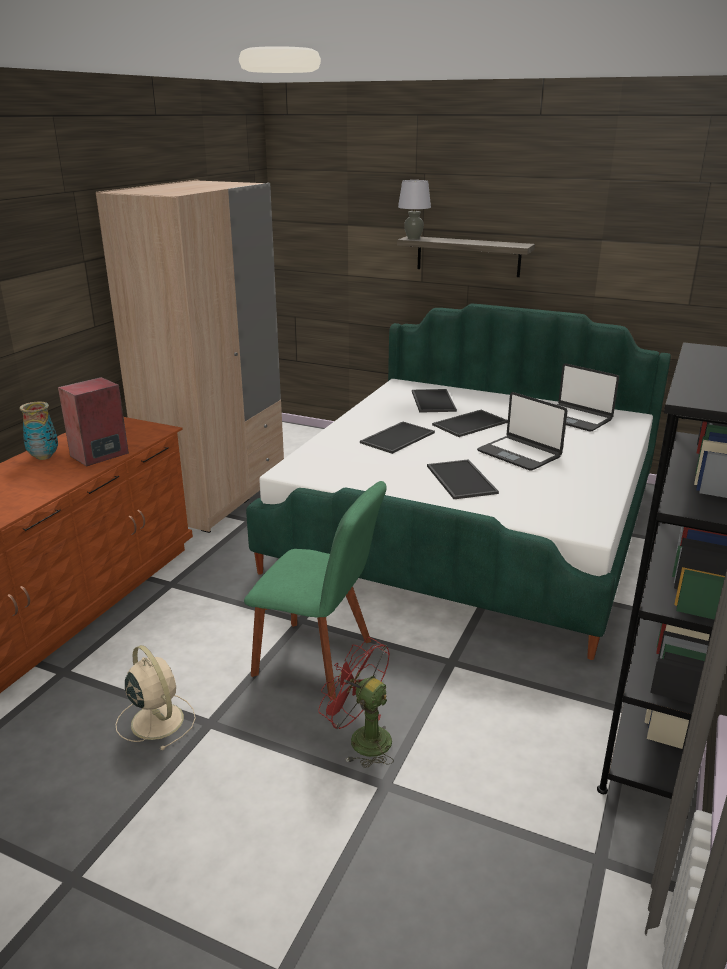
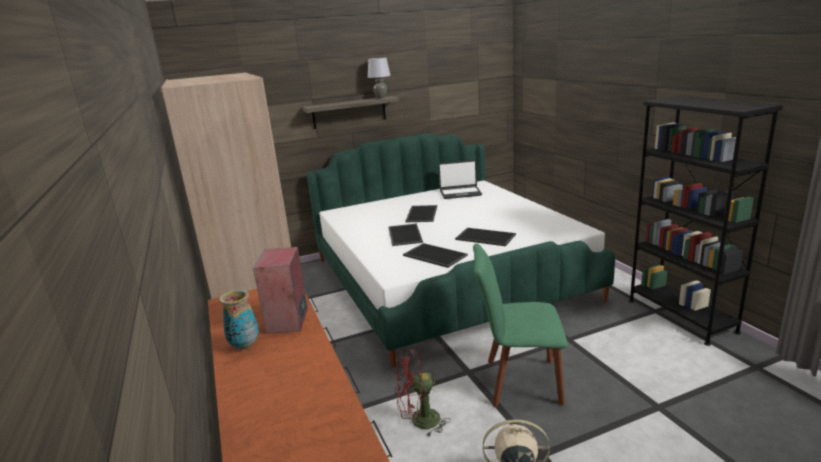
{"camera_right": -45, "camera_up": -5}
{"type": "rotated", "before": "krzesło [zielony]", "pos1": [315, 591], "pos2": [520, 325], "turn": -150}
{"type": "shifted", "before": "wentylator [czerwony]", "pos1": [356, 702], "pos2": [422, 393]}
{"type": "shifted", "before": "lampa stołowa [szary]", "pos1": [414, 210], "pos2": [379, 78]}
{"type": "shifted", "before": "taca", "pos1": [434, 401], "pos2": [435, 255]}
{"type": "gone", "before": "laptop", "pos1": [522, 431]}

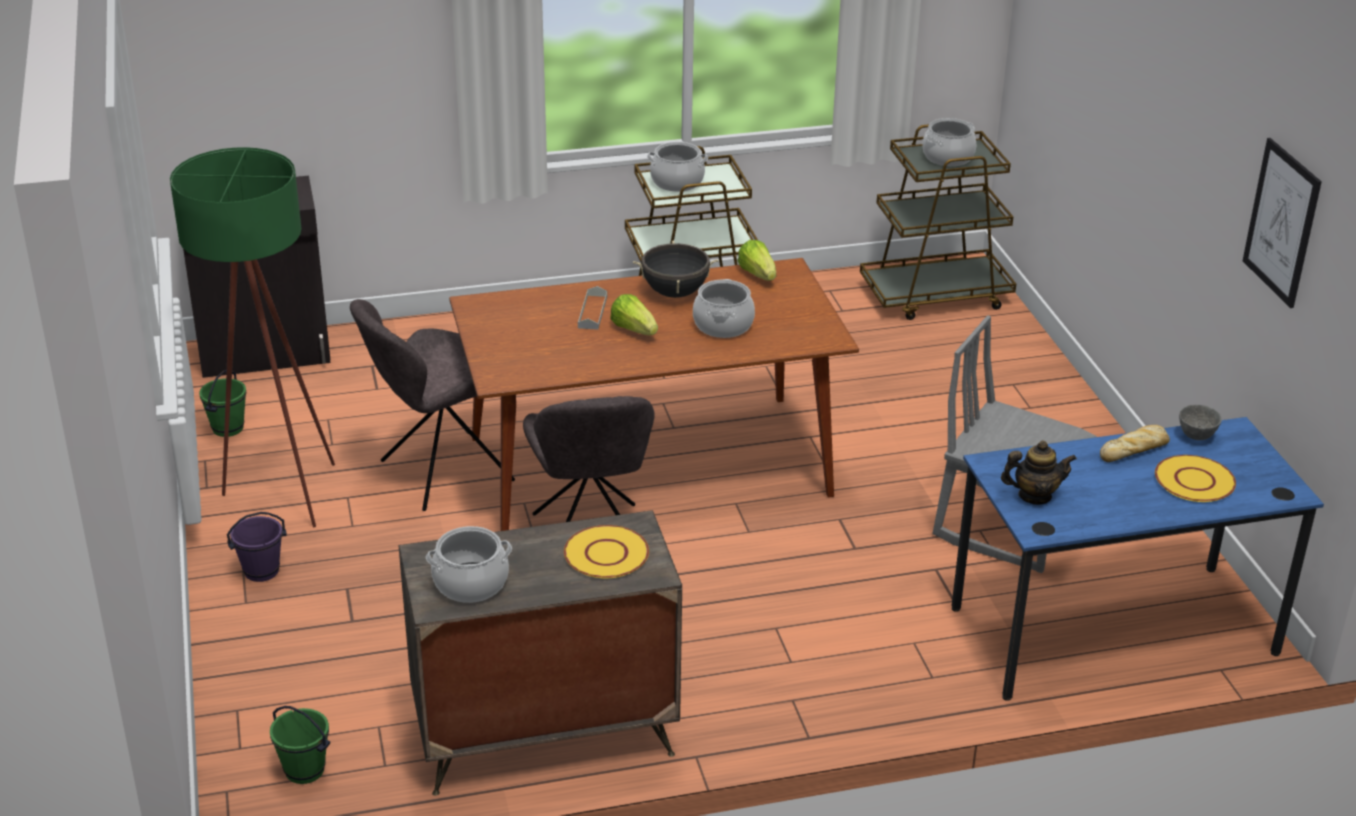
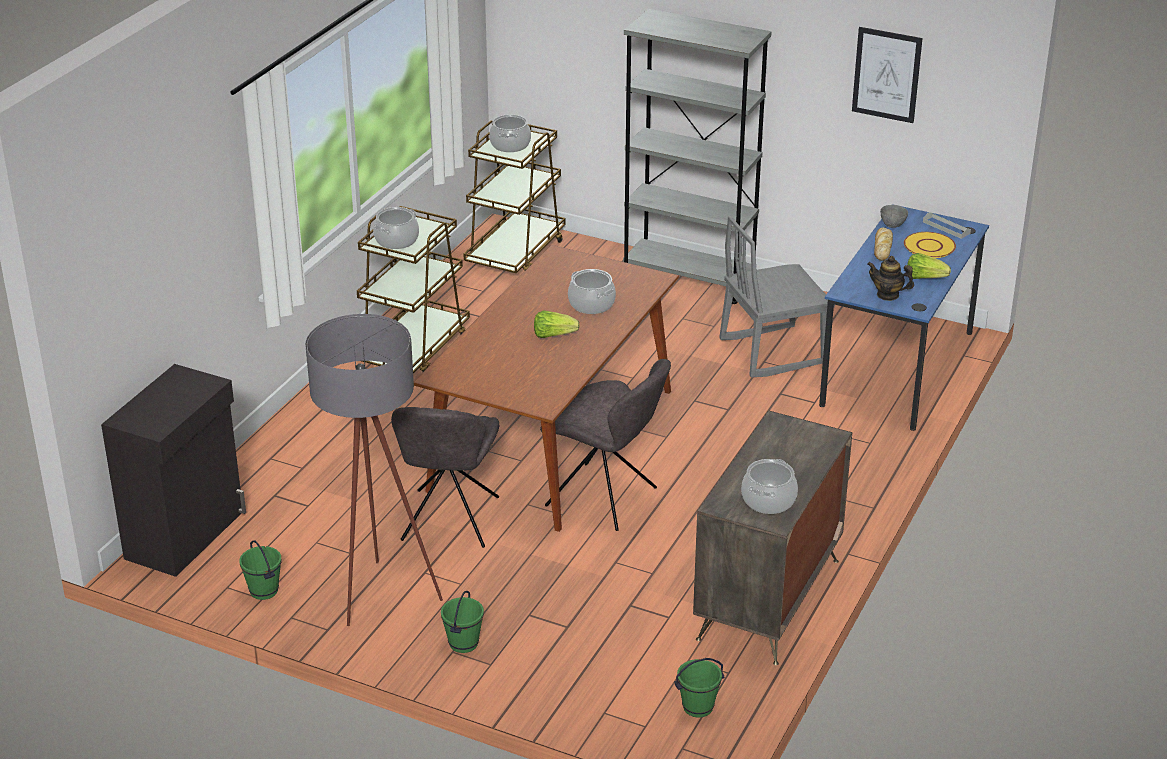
{"camera_right": -50, "camera_up": 0}
{"type": "repainted", "before": "lampa stojąca [zielony]", "after": "lampa stojąca [szary]", "pos1": [252, 337], "pos2": [374, 470]}
{"type": "repainted", "before": "wiadro [fioletowy]", "after": "wiadro [zielony]", "pos1": [257, 547], "pos2": [462, 622]}
{"type": "gone", "before": "talerz [żółty]", "pos1": [606, 551]}
{"type": "shifted", "before": "taca [szary]", "pos1": [592, 308], "pos2": [947, 225]}
{"type": "gone", "before": "garnek [czarny]", "pos1": [675, 269]}
{"type": "shifted", "before": "sałata", "pos1": [757, 260], "pos2": [929, 266]}
{"type": "rotated", "before": "imbryk", "pos1": [1039, 473], "pos2": [890, 278], "turn": -105}
{"type": "new", "after": "regał [szary]", "pos2": [697, 156]}

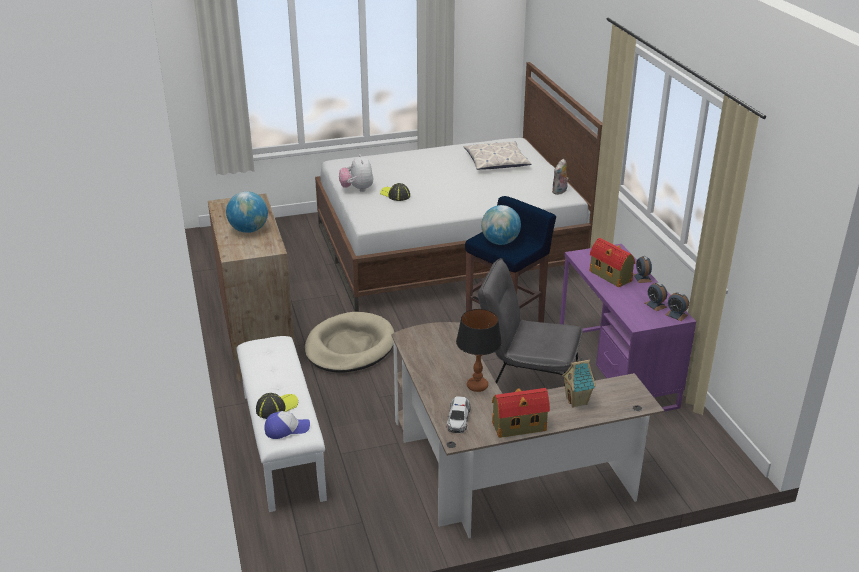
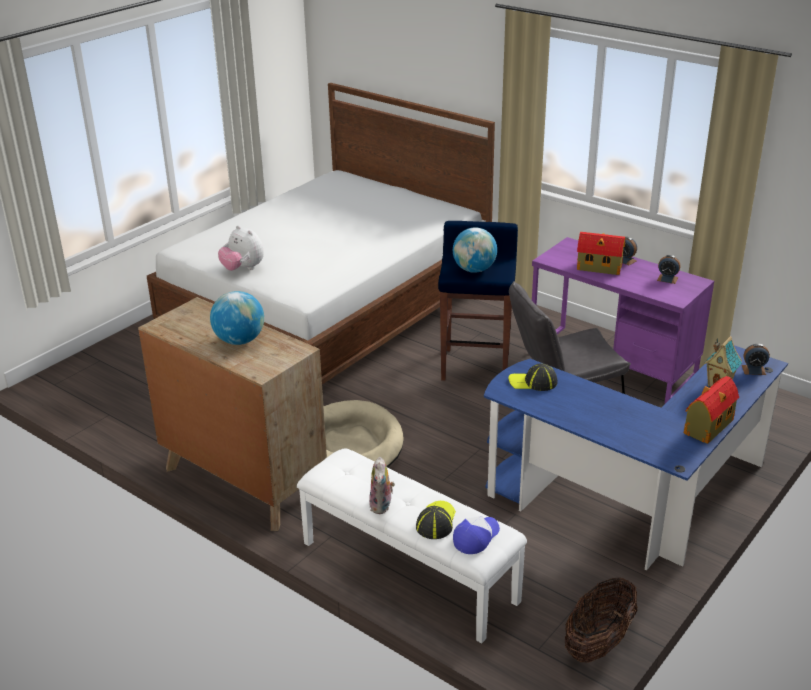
{"camera_right": -35, "camera_up": 0}
{"type": "shifted", "before": "czapka z daszkiem", "pos1": [395, 192], "pos2": [532, 377]}
{"type": "repainted", "before": "biurko [brązowy]", "after": "biurko [niebieski]", "pos1": [527, 430], "pos2": [636, 457]}
{"type": "gone", "before": "samochodzik", "pos1": [459, 414]}
{"type": "gone", "before": "lampa stołowa", "pos1": [479, 350]}
{"type": "gone", "before": "poduszka", "pos1": [497, 155]}
{"type": "shifted", "before": "pluszak", "pos1": [560, 177], "pos2": [382, 485]}
{"type": "shifted", "before": "budzik", "pos1": [677, 306], "pos2": [756, 359]}
{"type": "new", "after": "koszyk", "pos2": [601, 620]}

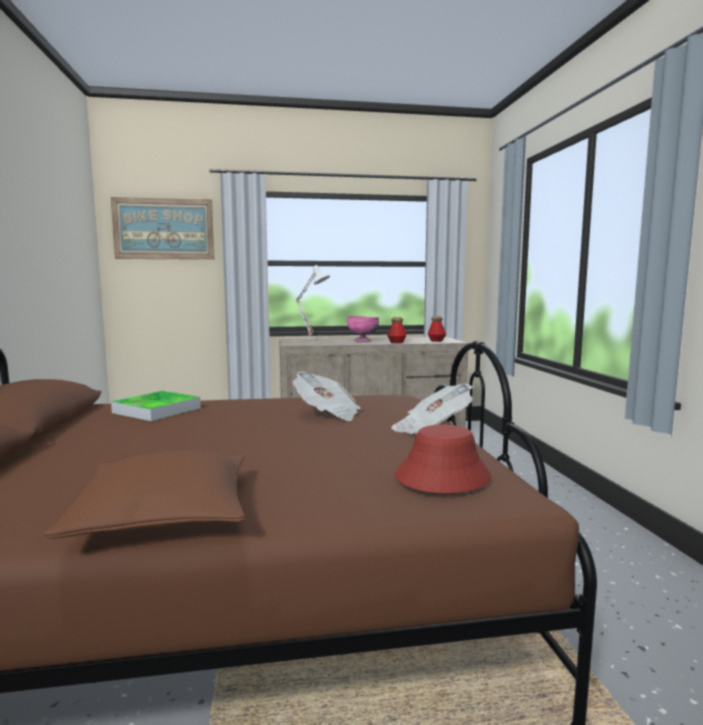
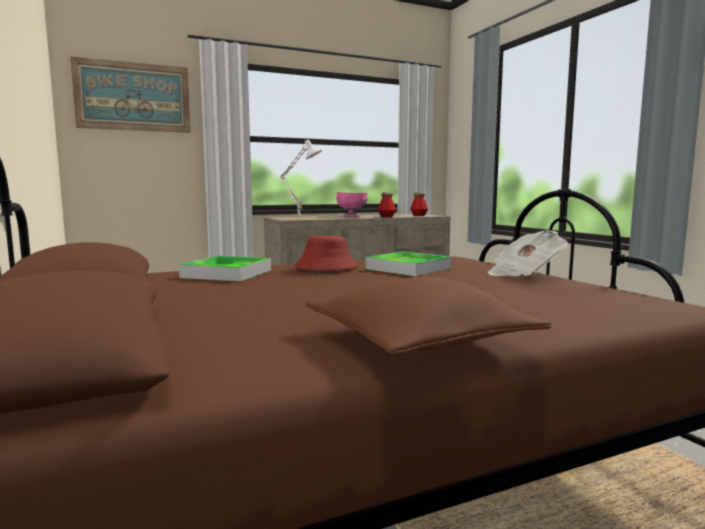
{"camera_right": -15, "camera_up": 0}
{"type": "swapped", "before": "gazeta", "after": "taca", "pos1": [326, 396], "pos2": [408, 263]}
{"type": "shifted", "before": "kapelusz [czerwony]", "pos1": [443, 459], "pos2": [326, 253]}

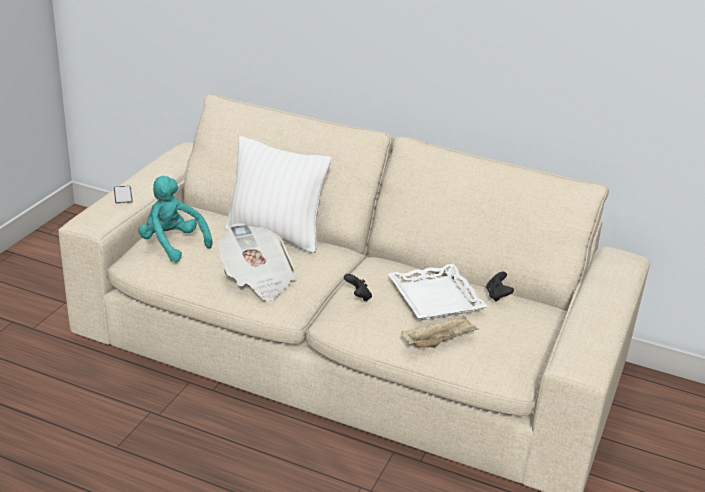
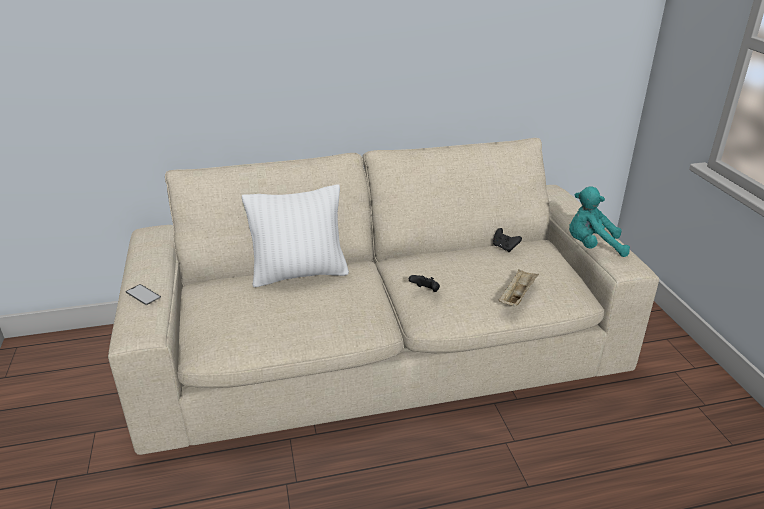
{"camera_right": -35, "camera_up": 0}
{"type": "shifted", "before": "pluszak [turkusowy]", "pos1": [175, 219], "pos2": [599, 221]}
{"type": "gone", "before": "gazeta", "pos1": [257, 262]}
{"type": "gone", "before": "taca [biały]", "pos1": [438, 292]}

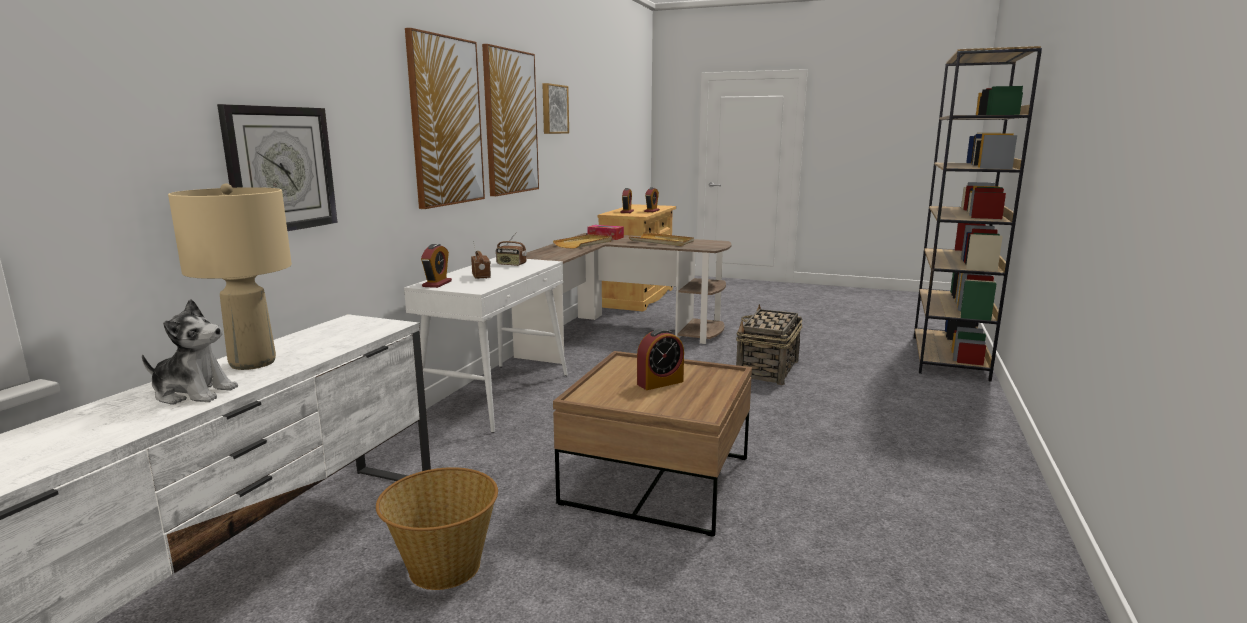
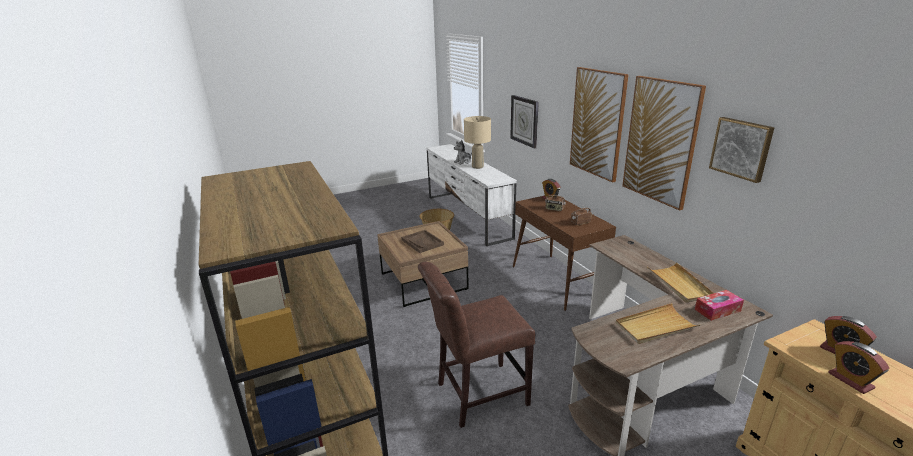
{"camera_right": 135, "camera_up": 10}
{"type": "repainted", "before": "stolik konsolowy [biały]", "after": "stolik konsolowy [brązowy]", "pos1": [486, 345], "pos2": [564, 253]}
{"type": "swapped", "before": "budzik", "after": "taca [brązowy]", "pos1": [660, 359], "pos2": [422, 241]}
{"type": "swapped", "before": "koszyk", "after": "krzesło [brązowy]", "pos1": [769, 344], "pos2": [476, 345]}

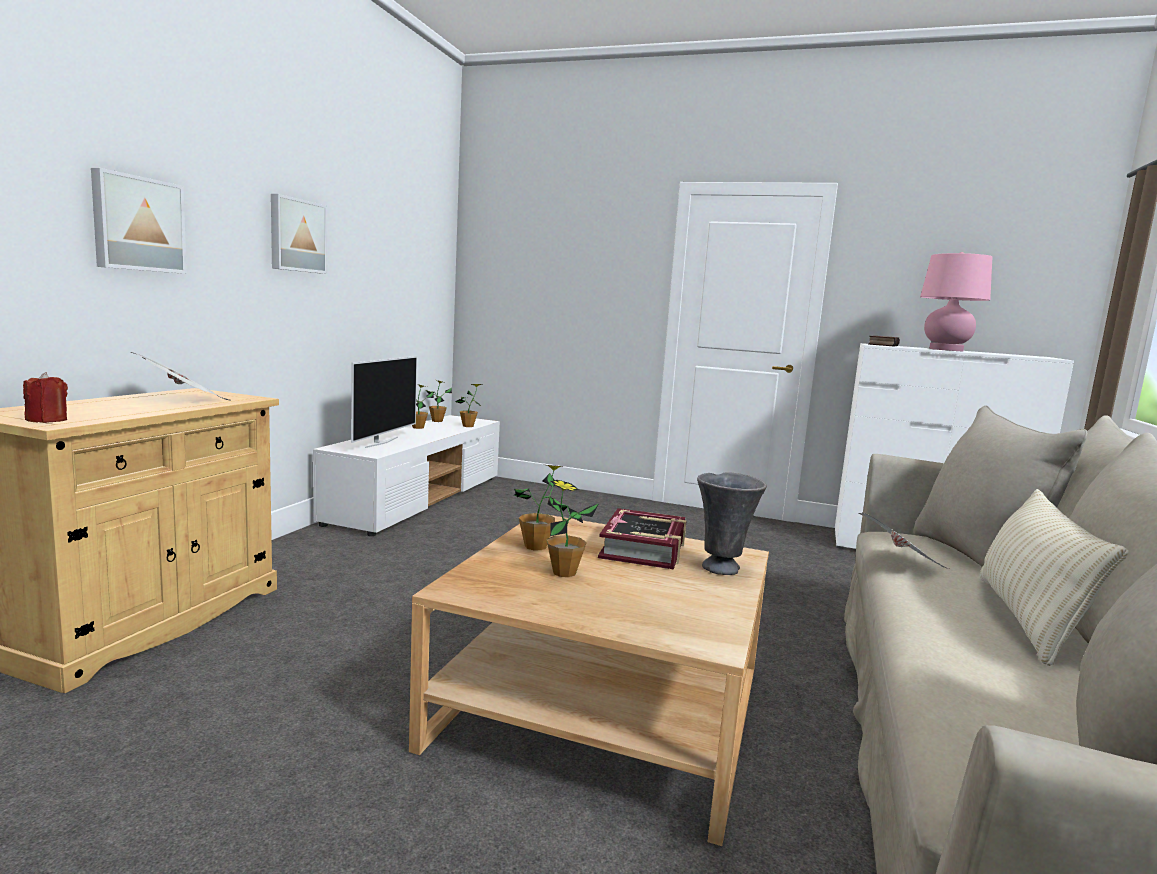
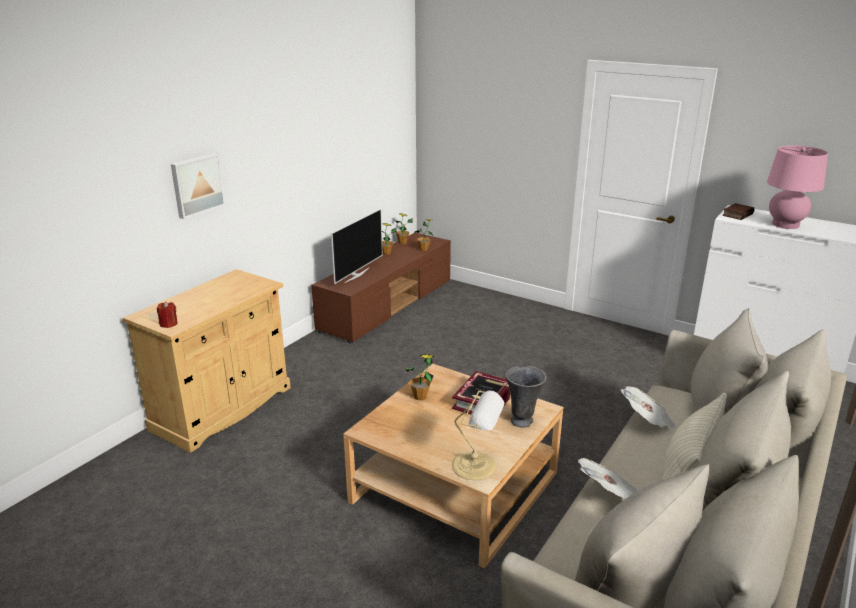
{"camera_right": 15, "camera_up": 15}
{"type": "shifted", "before": "gazeta", "pos1": [181, 376], "pos2": [608, 478]}
{"type": "gone", "before": "obraz", "pos1": [299, 234]}
{"type": "repainted", "before": "szafka pod telewizor [biały]", "after": "szafka pod telewizor [brązowy]", "pos1": [406, 475], "pos2": [381, 288]}
{"type": "gone", "before": "roślina doniczkowa", "pos1": [572, 528]}
{"type": "new", "after": "lampa stołowa", "pos2": [478, 435]}

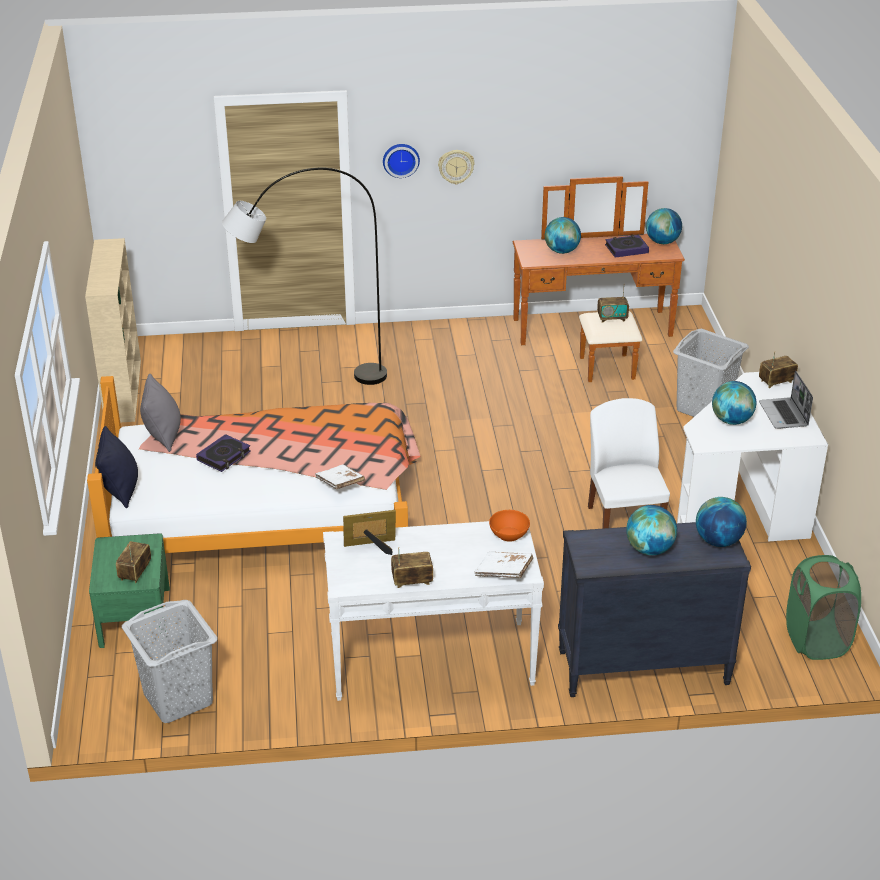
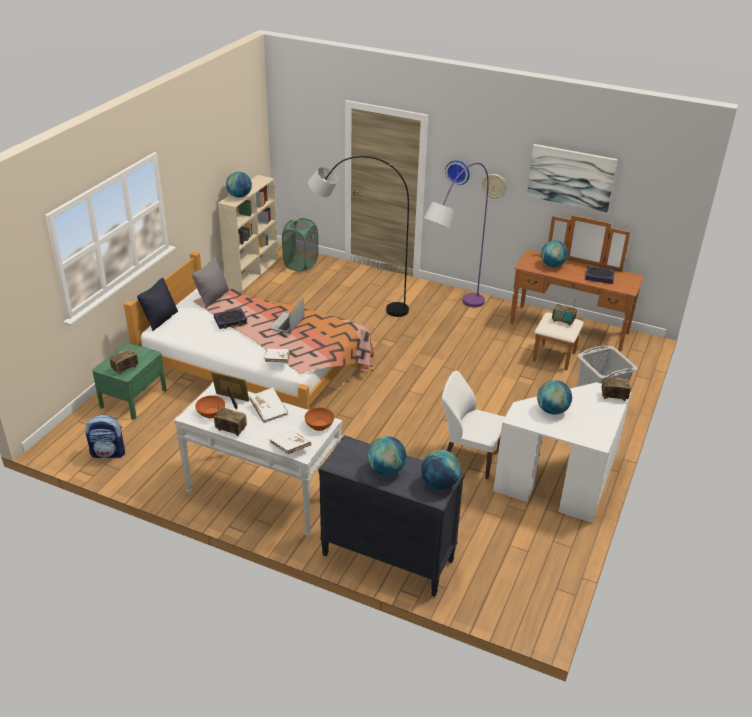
{"camera_right": 30, "camera_up": 0}
{"type": "swapped", "before": "kosz na pranie [szary]", "after": "plecak", "pos1": [169, 661], "pos2": [105, 436]}
{"type": "rotated", "before": "krzesło [biały]", "pos1": [629, 463], "pos2": [473, 425], "turn": -90}
{"type": "shifted", "before": "globus", "pos1": [664, 226], "pos2": [239, 185]}
{"type": "shifted", "before": "laptop", "pos1": [786, 399], "pos2": [286, 316]}
{"type": "shifted", "before": "kosz na pranie [zielony]", "pos1": [823, 607], "pos2": [300, 245]}
{"type": "new", "after": "miska [pomarańczowy]", "pos2": [210, 406]}
{"type": "new", "after": "książka [biały]", "pos2": [268, 405]}
{"type": "new", "after": "lampa stojąca [fioletowy]", "pos2": [456, 235]}
{"type": "new", "after": "obraz", "pos2": [572, 178]}

